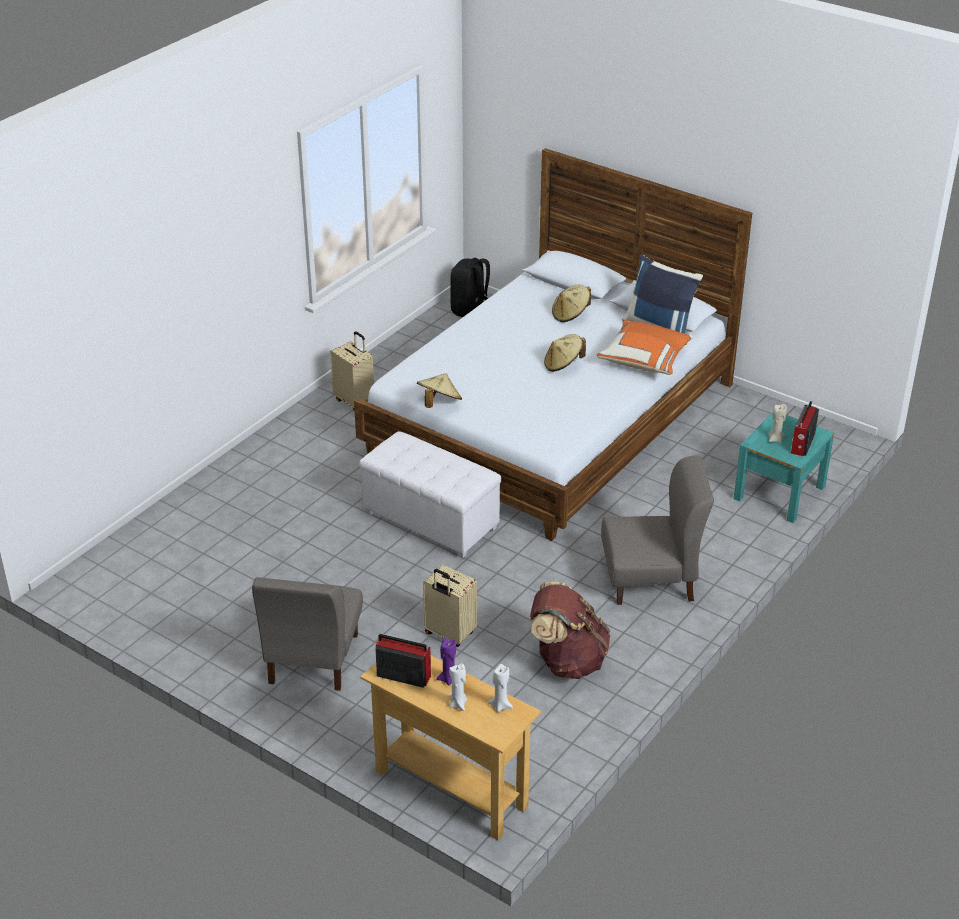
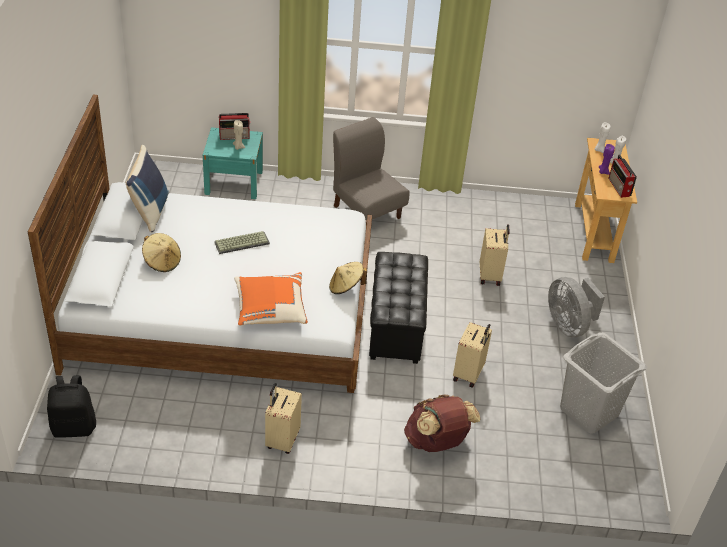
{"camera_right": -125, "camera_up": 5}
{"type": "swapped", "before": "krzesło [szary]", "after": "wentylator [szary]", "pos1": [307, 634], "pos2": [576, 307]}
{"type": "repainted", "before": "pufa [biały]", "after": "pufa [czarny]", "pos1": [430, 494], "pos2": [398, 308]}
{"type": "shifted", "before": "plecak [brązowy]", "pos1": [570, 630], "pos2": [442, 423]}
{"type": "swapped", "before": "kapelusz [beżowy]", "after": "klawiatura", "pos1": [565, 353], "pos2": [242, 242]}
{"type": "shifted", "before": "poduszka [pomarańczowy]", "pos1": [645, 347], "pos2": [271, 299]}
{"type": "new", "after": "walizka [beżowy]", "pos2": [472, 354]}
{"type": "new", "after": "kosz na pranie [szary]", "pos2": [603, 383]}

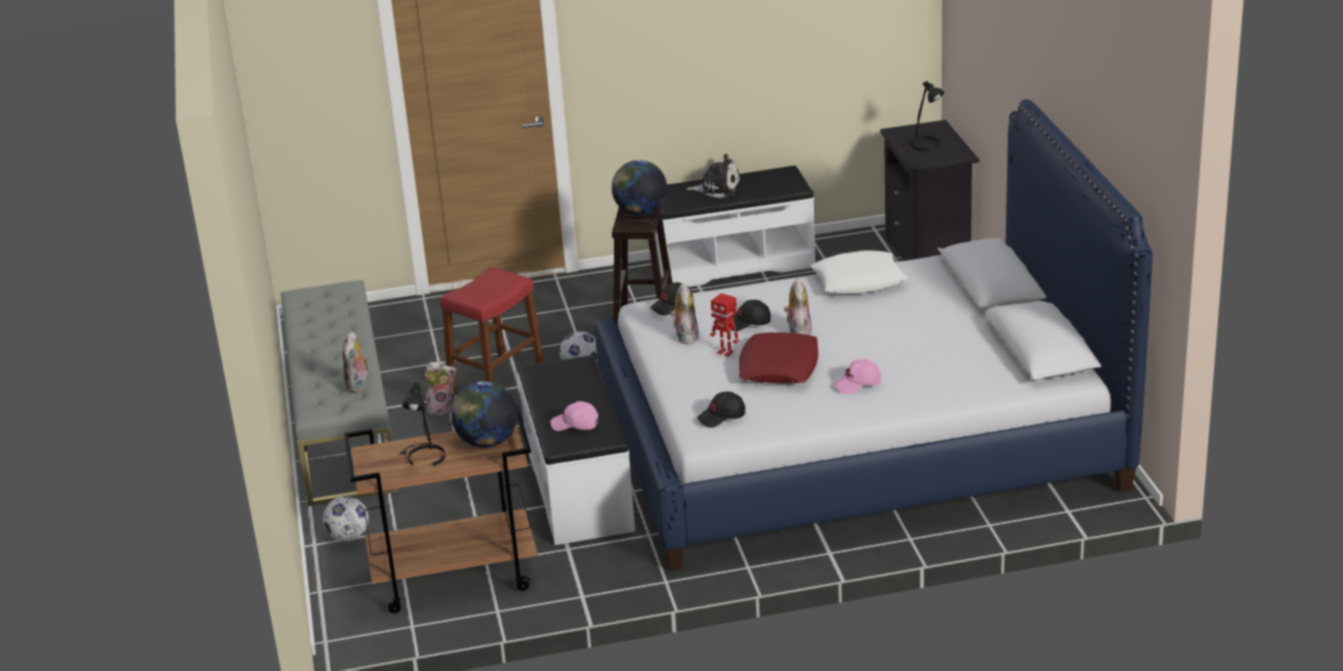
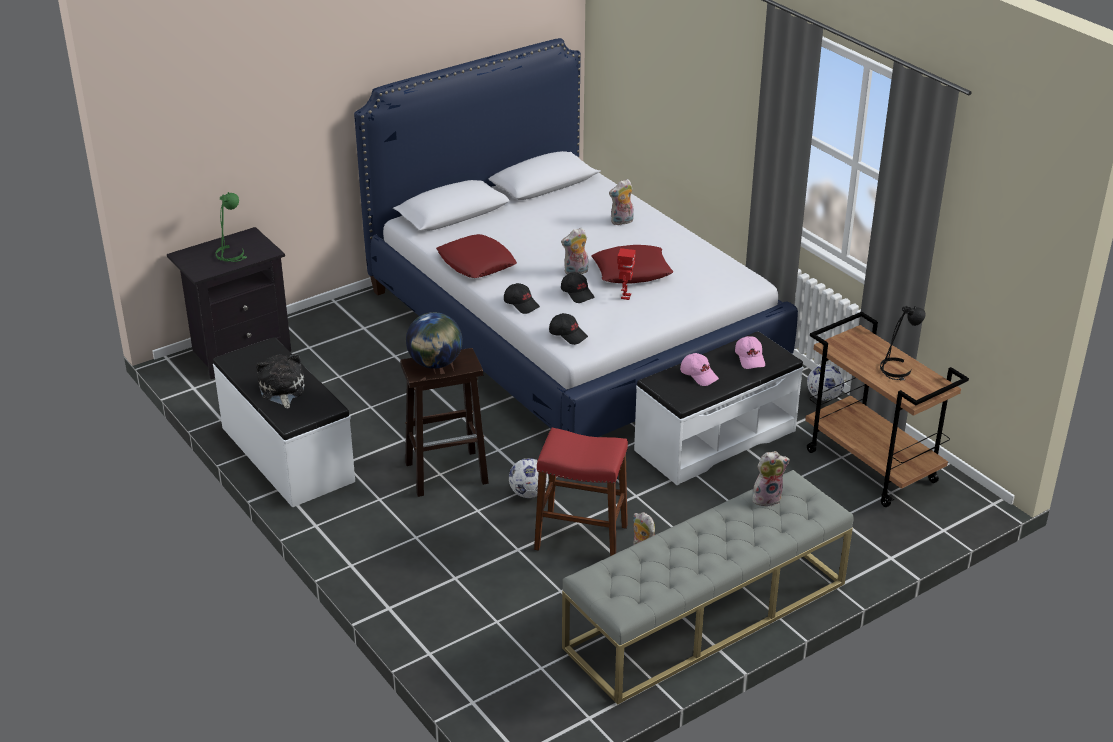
{"camera_right": -115, "camera_up": 5}
{"type": "shifted", "before": "piłka futbolowa", "pos1": [346, 519], "pos2": [825, 382]}
{"type": "gone", "before": "globus", "pos1": [484, 414]}
{"type": "shifted", "before": "pluszak", "pos1": [685, 313], "pos2": [621, 202]}
{"type": "shifted", "before": "czapka z daszkiem [czarny]", "pos1": [721, 409], "pos2": [522, 298]}
{"type": "repainted", "before": "poduszka [biały]", "after": "poduszka [czerwony]", "pos1": [859, 272], "pos2": [476, 256]}
{"type": "shifted", "before": "czapka z daszkiem [różowy]", "pos1": [857, 376], "pos2": [699, 369]}
{"type": "repainted", "before": "lampa stołowa [czarny]", "after": "lampa stołowa [zielony]", "pos1": [924, 116], "pos2": [231, 227]}

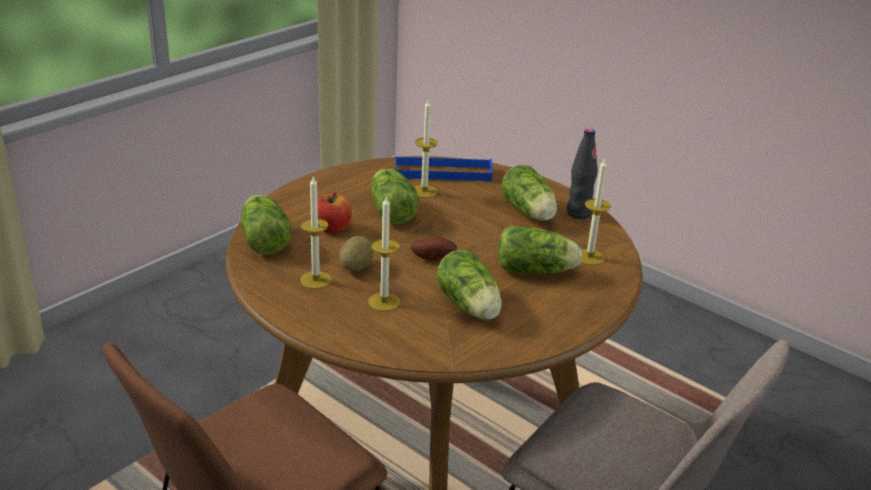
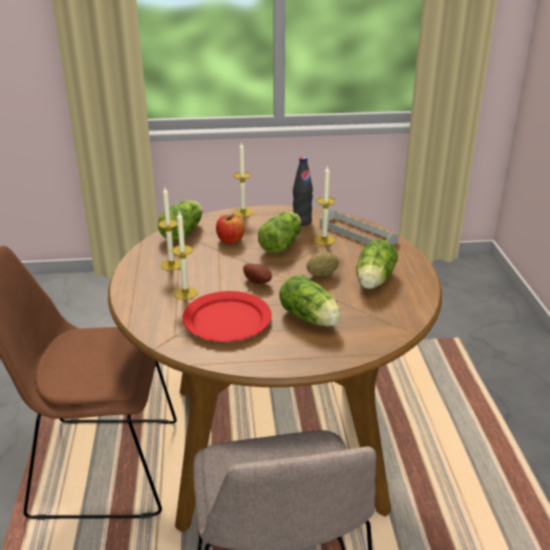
{"camera_right": 45, "camera_up": 0}
{"type": "shifted", "before": "ziemniak", "pos1": [356, 253], "pos2": [323, 264]}
{"type": "repainted", "before": "taca [niebieski]", "after": "taca [szary]", "pos1": [443, 168], "pos2": [359, 227]}
{"type": "swapped", "before": "sałata", "after": "talerz [czerwony]", "pos1": [469, 285], "pos2": [227, 316]}
{"type": "shifted", "before": "butelka [czarny]", "pos1": [582, 173], "pos2": [303, 191]}
{"type": "shifted", "before": "świeca", "pos1": [596, 211], "pos2": [243, 179]}

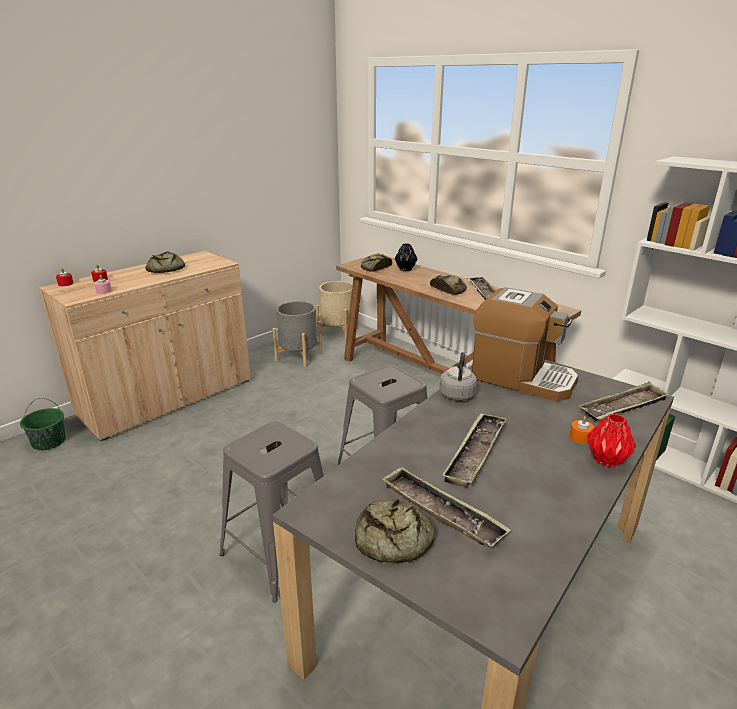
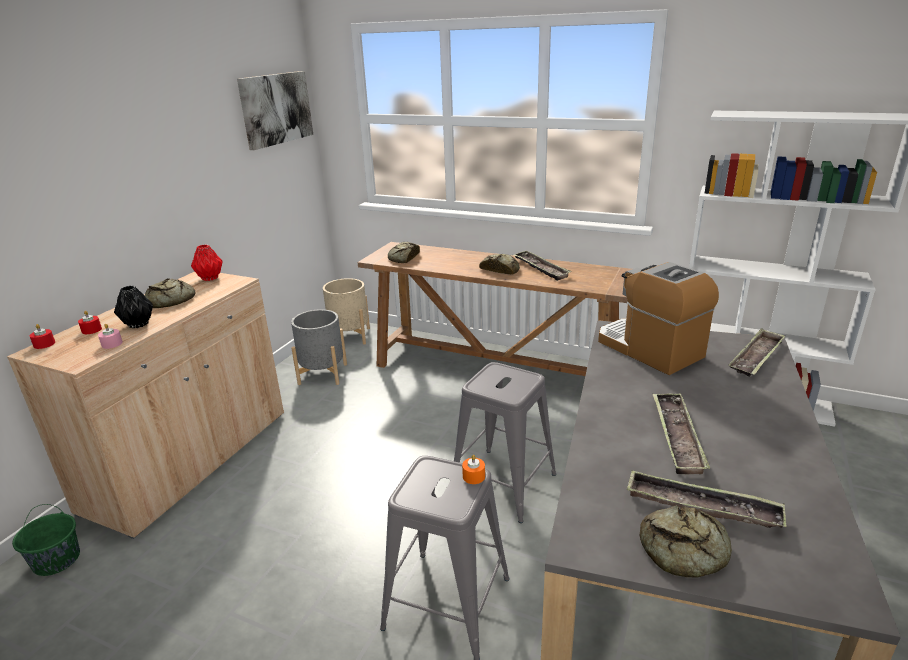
{"camera_right": -20, "camera_up": 0}
{"type": "shifted", "before": "wazon [czarny]", "pos1": [406, 257], "pos2": [133, 307]}
{"type": "gone", "before": "czajnik [szary]", "pos1": [458, 376]}
{"type": "rotated", "before": "ekspres do kawy", "pos1": [525, 344], "pos2": [658, 318], "turn": -135}
{"type": "shifted", "before": "świeca [pomarańczowy]", "pos1": [582, 430], "pos2": [473, 469]}
{"type": "shifted", "before": "wazon [czerwony]", "pos1": [611, 441], "pos2": [207, 262]}
{"type": "new", "after": "obraz", "pos2": [275, 110]}

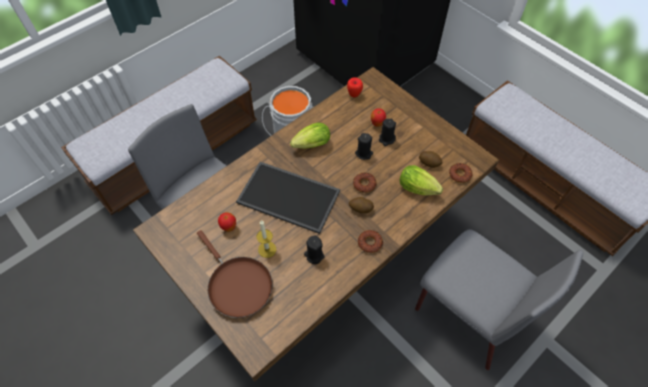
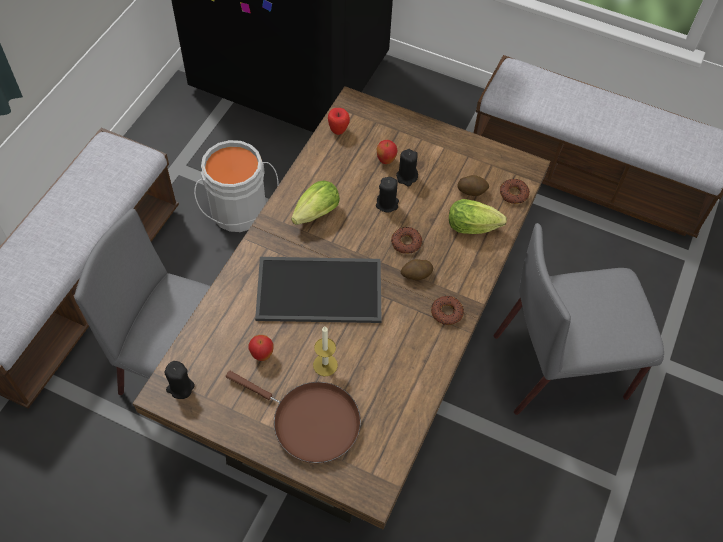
{"camera_right": -25, "camera_up": 0}
{"type": "shifted", "before": "świeca [czarny]", "pos1": [314, 250], "pos2": [179, 380]}
{"type": "rotated", "before": "krzesło [szary]", "pos1": [499, 299], "pos2": [579, 319], "turn": 150}

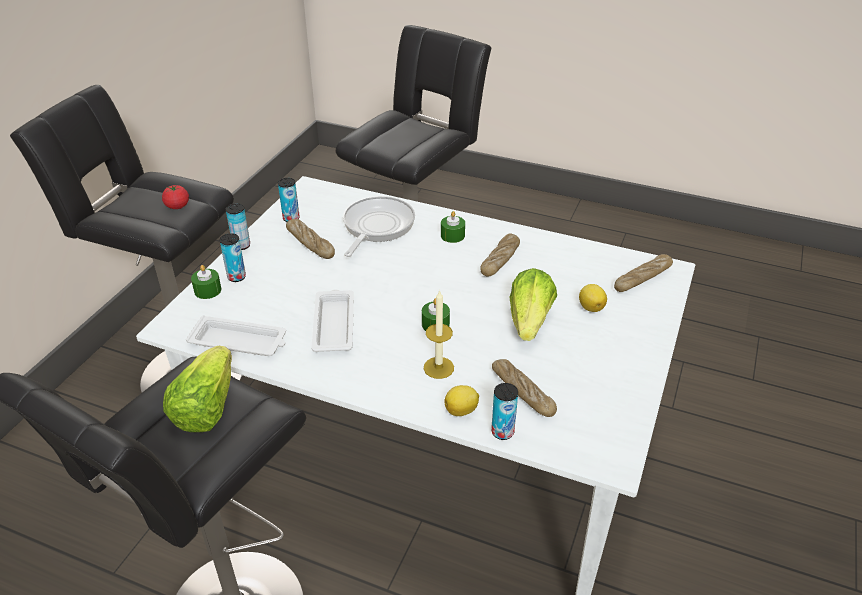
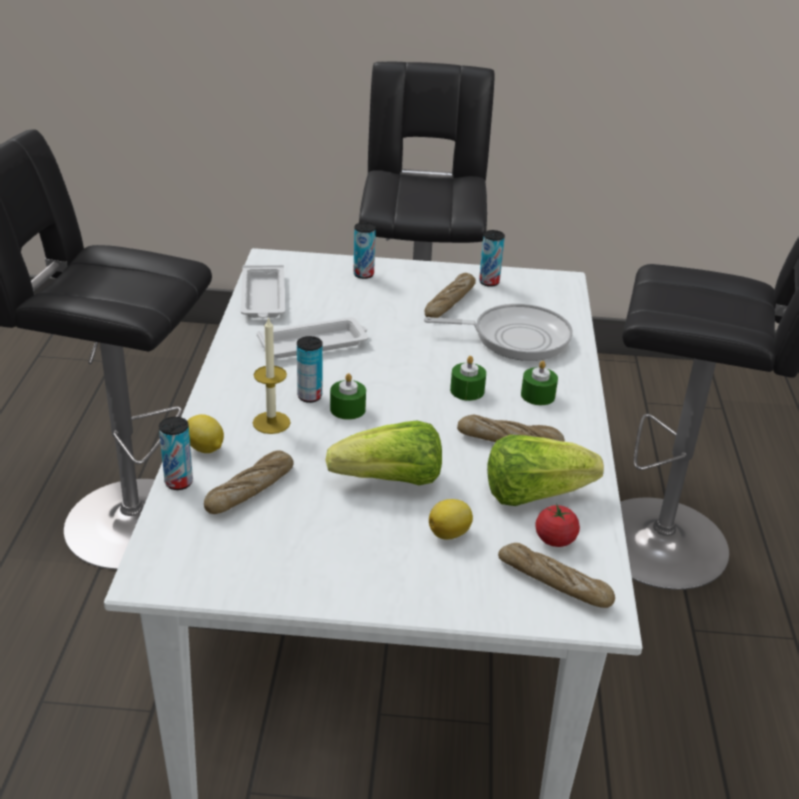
{"camera_right": 70, "camera_up": -5}
{"type": "shifted", "before": "pomidor", "pos1": [175, 197], "pos2": [557, 526]}
{"type": "shifted", "before": "sałata", "pos1": [197, 389], "pos2": [545, 470]}
{"type": "shifted", "before": "świeca [zielony]", "pos1": [206, 282], "pos2": [468, 378]}
{"type": "shifted", "before": "puszka", "pos1": [238, 226], "pos2": [310, 369]}

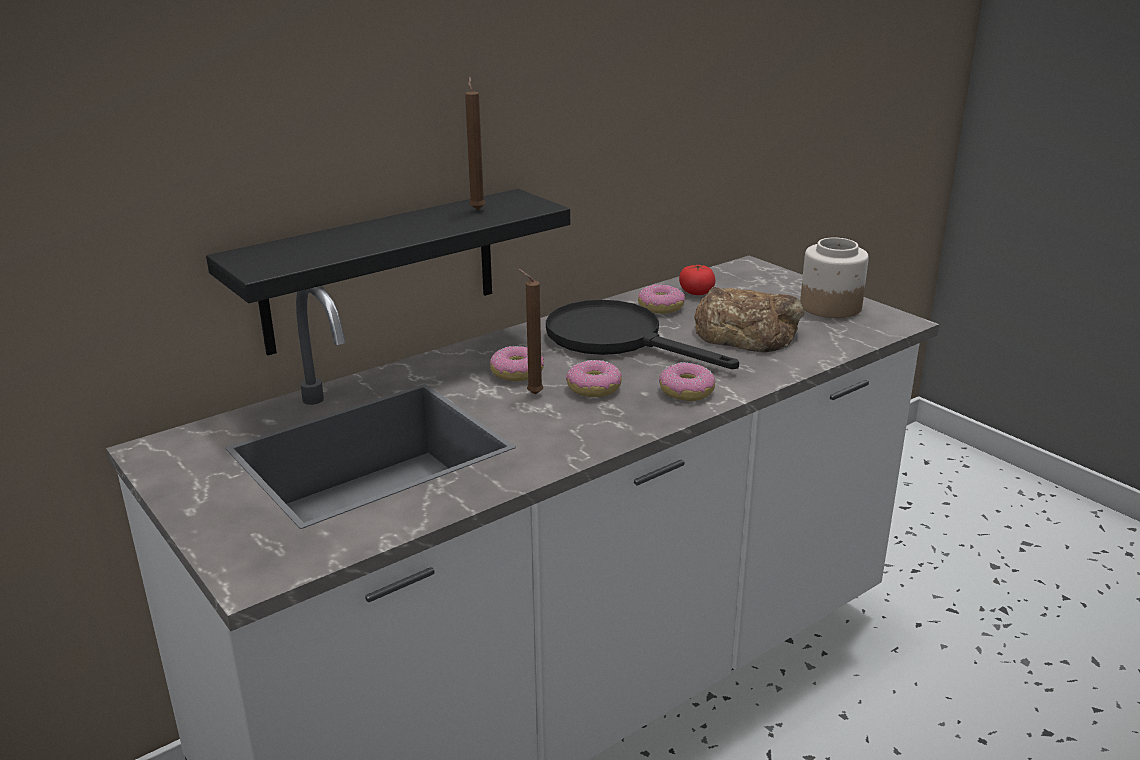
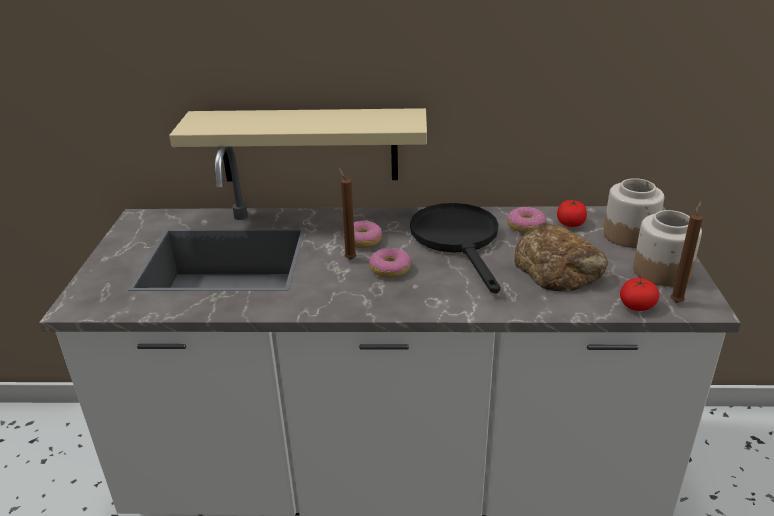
{"camera_right": 40, "camera_up": 5}
{"type": "repainted", "before": "półka [czarny]", "after": "półka [beżowy]", "pos1": [388, 272], "pos2": [298, 145]}
{"type": "shifted", "before": "świeca [brązowy]", "pos1": [475, 143], "pos2": [687, 252]}
{"type": "gone", "before": "donut", "pos1": [687, 381]}
{"type": "new", "after": "słoik", "pos2": [633, 213]}
{"type": "new", "after": "pomidor", "pos2": [639, 294]}

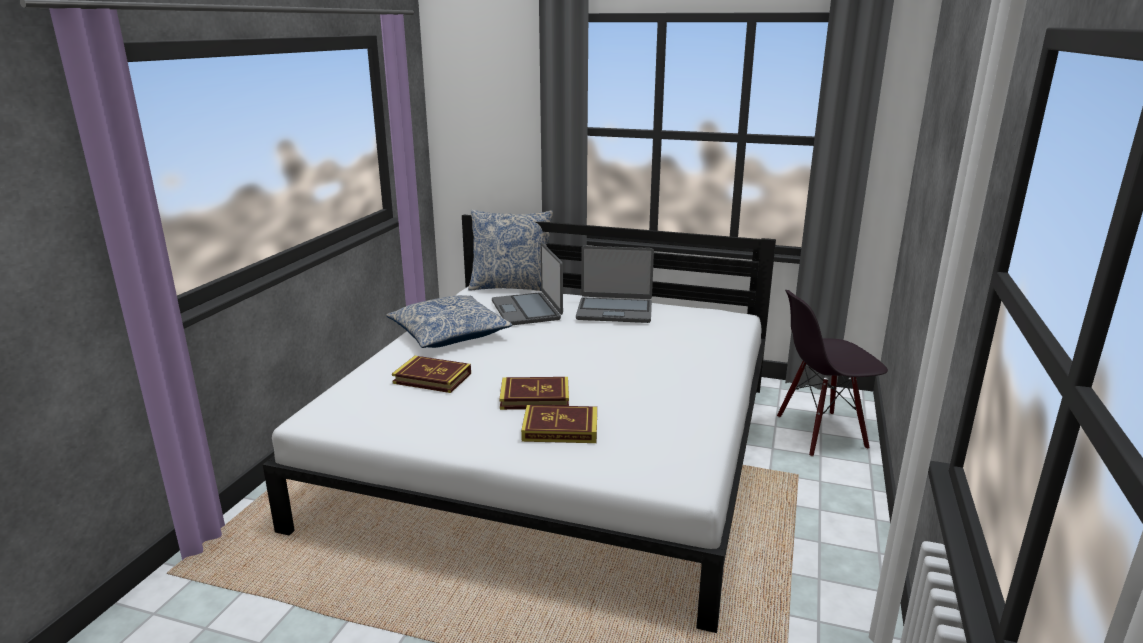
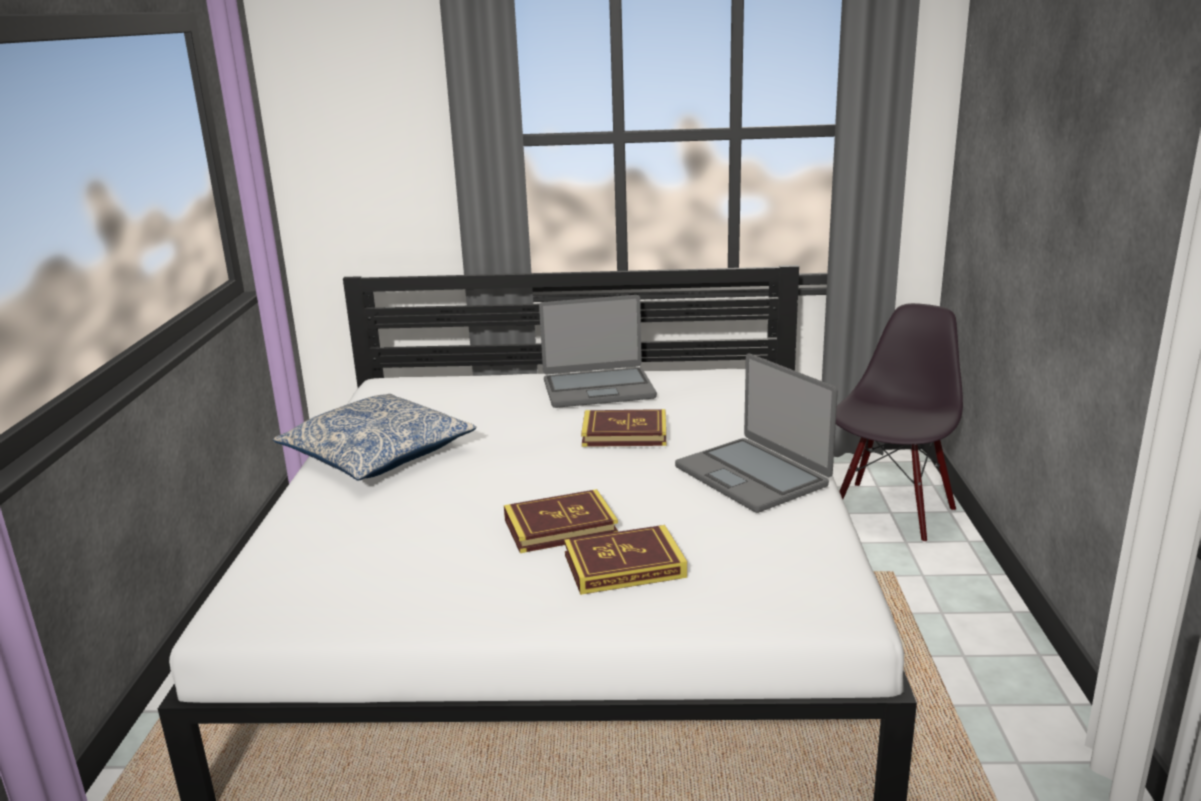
{"camera_right": -15, "camera_up": 0}
{"type": "shifted", "before": "książka", "pos1": [431, 374], "pos2": [623, 428]}
{"type": "gone", "before": "poduszka", "pos1": [510, 250]}
{"type": "shifted", "before": "laptop", "pos1": [527, 284], "pos2": [756, 433]}
{"type": "rotated", "before": "krzesło [czarny]", "pos1": [832, 373], "pos2": [899, 423], "turn": 150}

